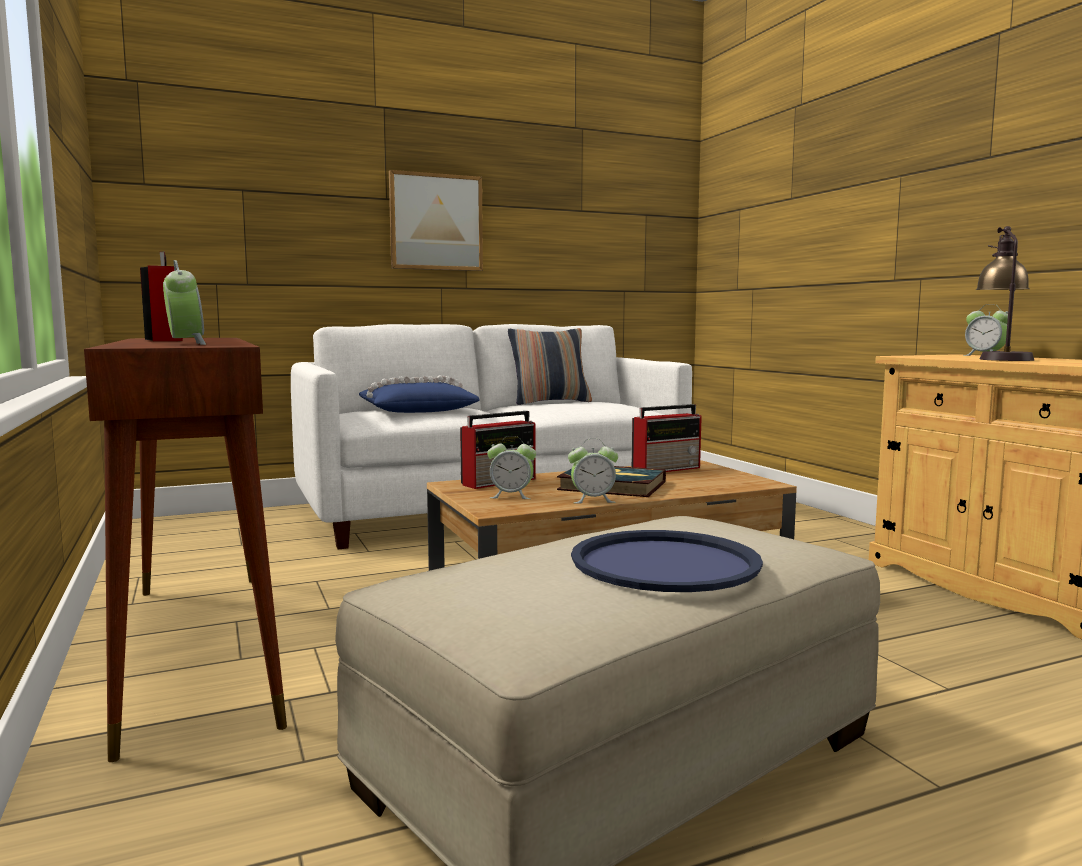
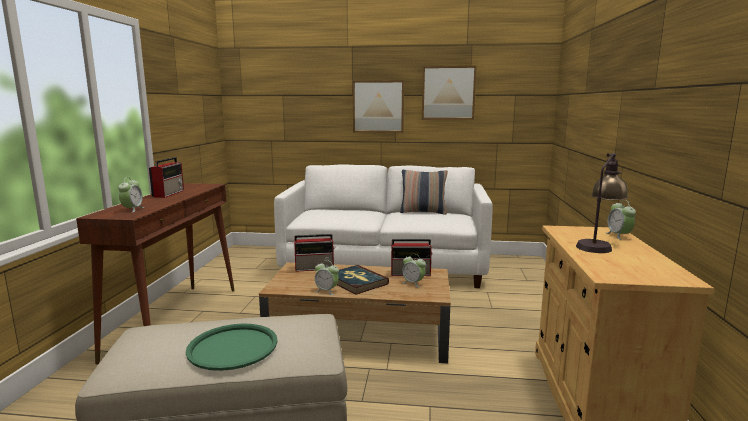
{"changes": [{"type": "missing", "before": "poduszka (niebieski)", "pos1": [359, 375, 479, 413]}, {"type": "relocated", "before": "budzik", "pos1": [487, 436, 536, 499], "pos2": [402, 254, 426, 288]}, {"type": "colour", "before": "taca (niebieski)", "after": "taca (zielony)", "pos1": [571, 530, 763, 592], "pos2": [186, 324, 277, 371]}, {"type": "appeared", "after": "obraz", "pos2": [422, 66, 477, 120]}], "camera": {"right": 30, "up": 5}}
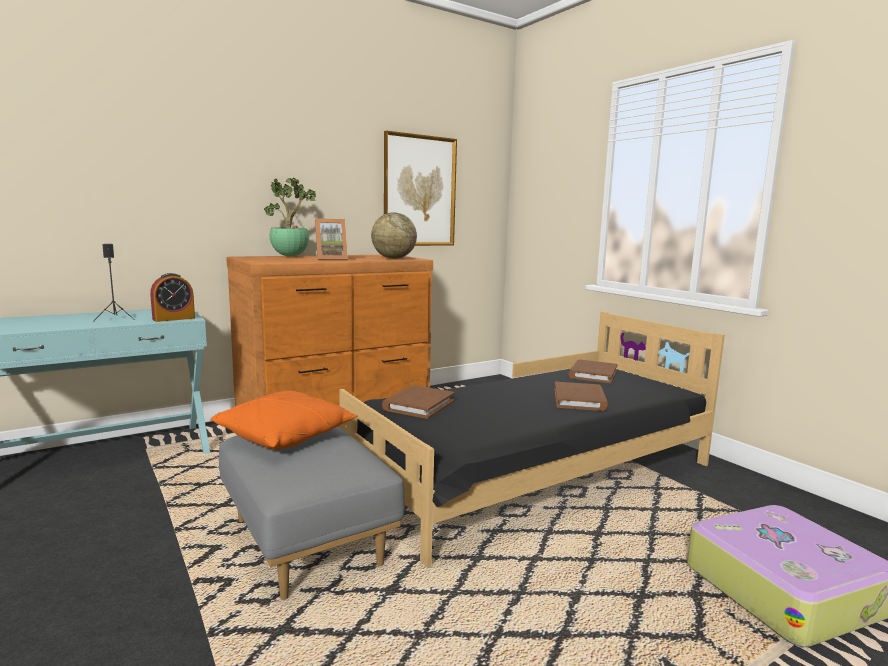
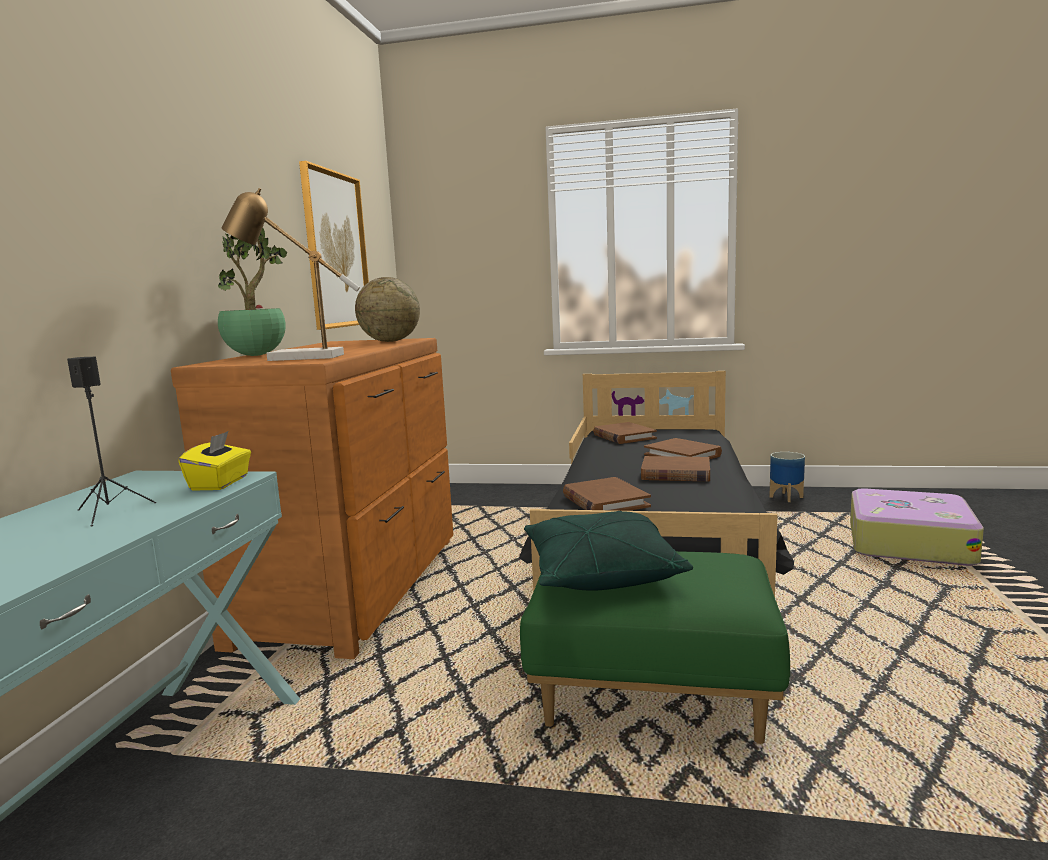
{"changes": [{"type": "missing", "before": "ramka na zdjęcie", "pos1": [315, 218, 348, 260]}, {"type": "exchanged", "before": "budzik", "after": "pudełko chusteczek (żółty)", "pos1": [150, 273, 195, 322], "pos2": [178, 431, 251, 491]}, {"type": "colour", "before": "poduszka (pomarańczowy)", "after": "poduszka (zielony)", "pos1": [211, 390, 358, 450], "pos2": [524, 511, 693, 591]}, {"type": "colour", "before": "pufa (szary)", "after": "pufa (zielony)", "pos1": [219, 426, 405, 600], "pos2": [520, 551, 790, 744]}, {"type": "appeared", "after": "lampa stołowa", "pos2": [222, 188, 360, 361]}, {"type": "appeared", "after": "donica", "pos2": [769, 452, 805, 502]}, {"type": "appeared", "after": "książka (brązowy)", "pos2": [641, 456, 710, 482]}], "camera": {"right": -45, "up": 0}}
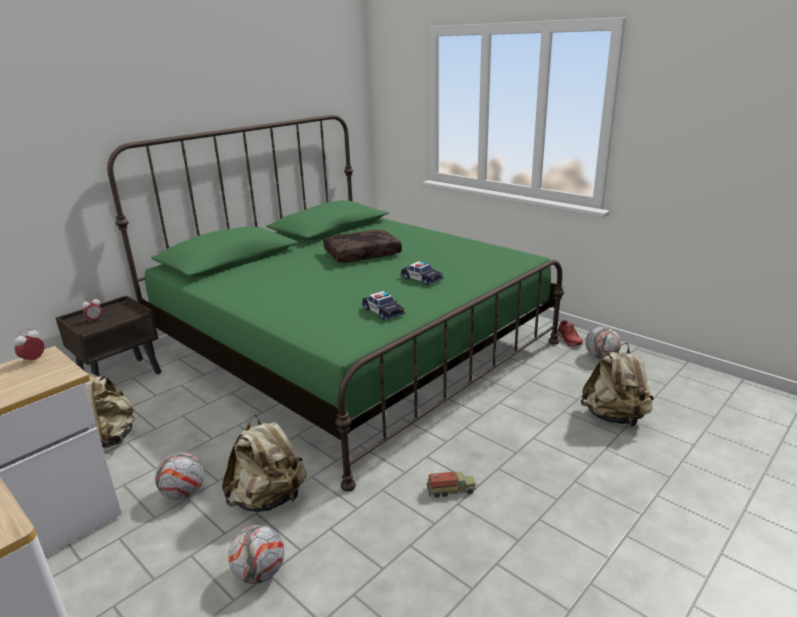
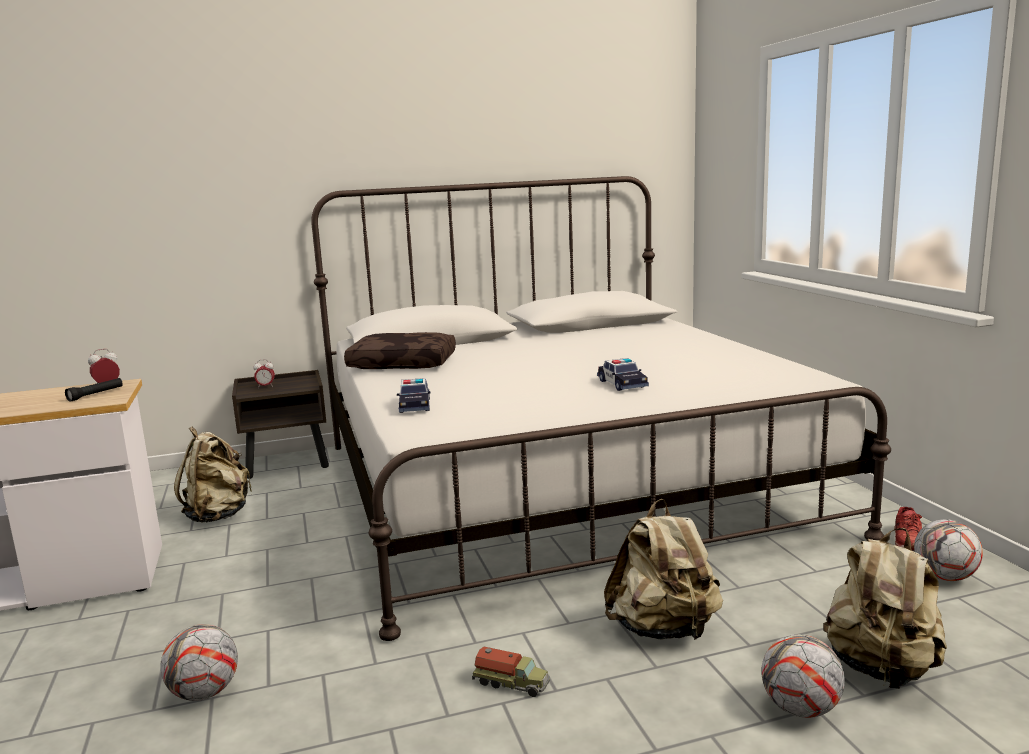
{"changes": [{"type": "colour", "before": "łóżko (zielony)", "after": "łóżko (biały)", "pos1": [107, 115, 564, 491], "pos2": [311, 176, 891, 641]}, {"type": "relocated", "before": "poduszka (brązowy)", "pos1": [323, 230, 402, 263], "pos2": [344, 332, 456, 369]}, {"type": "relocated", "before": "samochodzik", "pos1": [362, 291, 405, 320], "pos2": [397, 378, 431, 413]}, {"type": "relocated", "before": "plecak (beżowy)", "pos1": [222, 414, 307, 512], "pos2": [604, 499, 723, 640]}, {"type": "relocated", "before": "piłka futbolowa", "pos1": [155, 452, 204, 500], "pos2": [762, 634, 845, 718]}, {"type": "appeared", "after": "latarka (czarny)", "pos2": [65, 378, 123, 402]}], "camera": {"right": 30, "up": -10}}
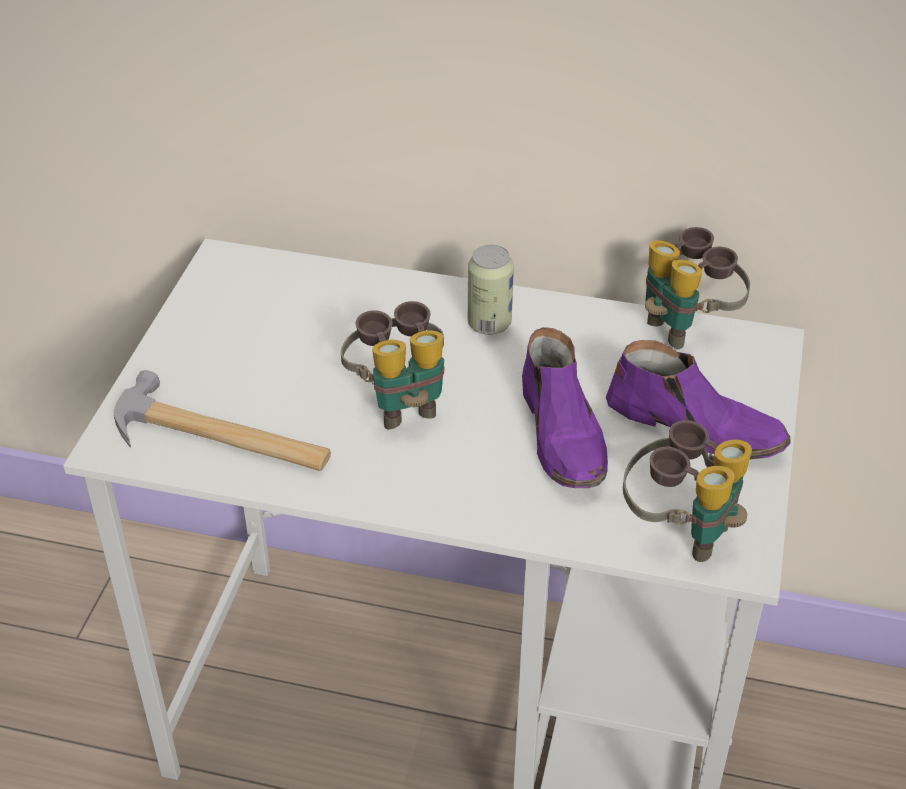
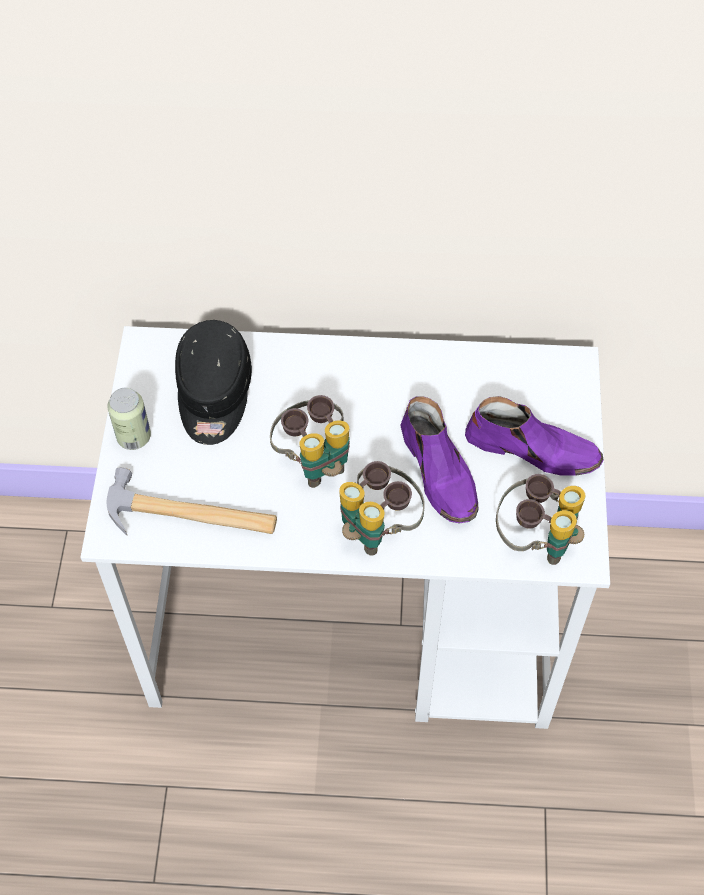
{"changes": [{"type": "relocated", "before": "lornetka", "pos1": [645, 227, 750, 349], "pos2": [339, 461, 425, 556]}, {"type": "relocated", "before": "puszka", "pos1": [468, 245, 514, 335], "pos2": [107, 387, 151, 450]}, {"type": "appeared", "after": "czapka z daszkiem (czarny)", "pos2": [175, 320, 252, 445]}], "camera": {"right": -10, "up": 15}}
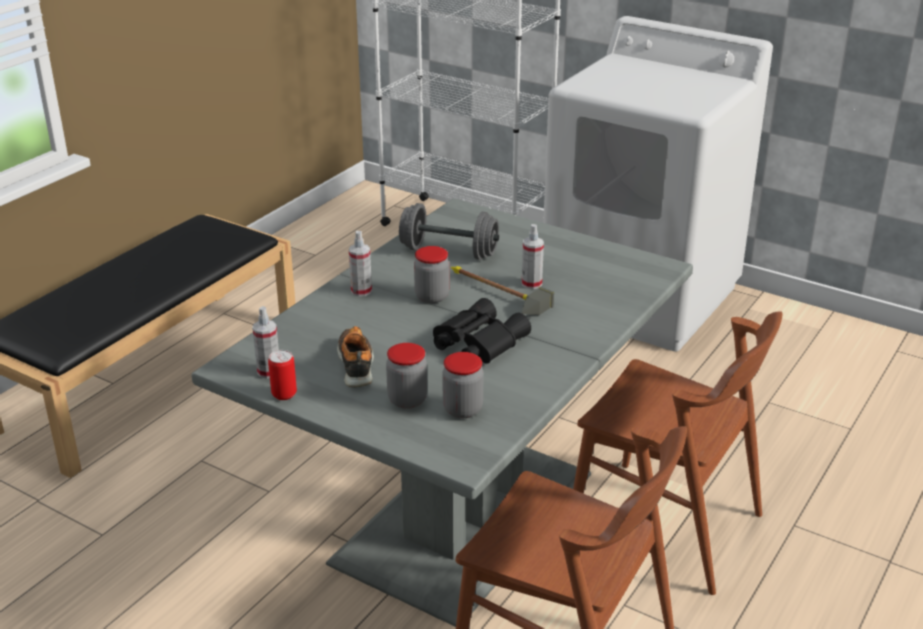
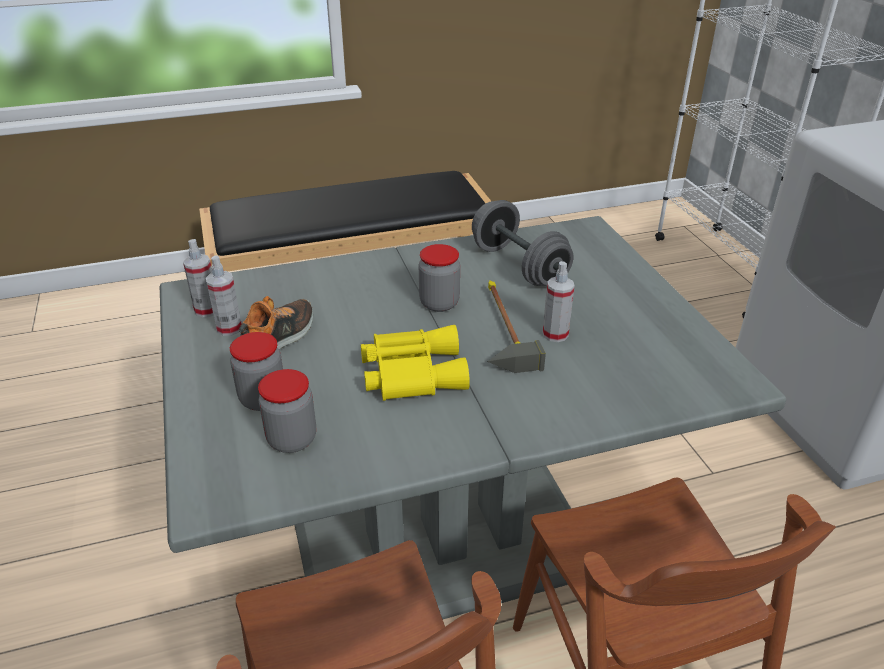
{"changes": [{"type": "relocated", "before": "spryskiwacz", "pos1": [349, 231, 372, 297], "pos2": [206, 255, 242, 336]}, {"type": "colour", "before": "lornetka (czarny)", "after": "lornetka (żółty)", "pos1": [433, 298, 531, 364], "pos2": [361, 325, 470, 401]}, {"type": "missing", "before": "puszka", "pos1": [268, 350, 297, 400]}], "camera": {"right": 40, "up": 5}}
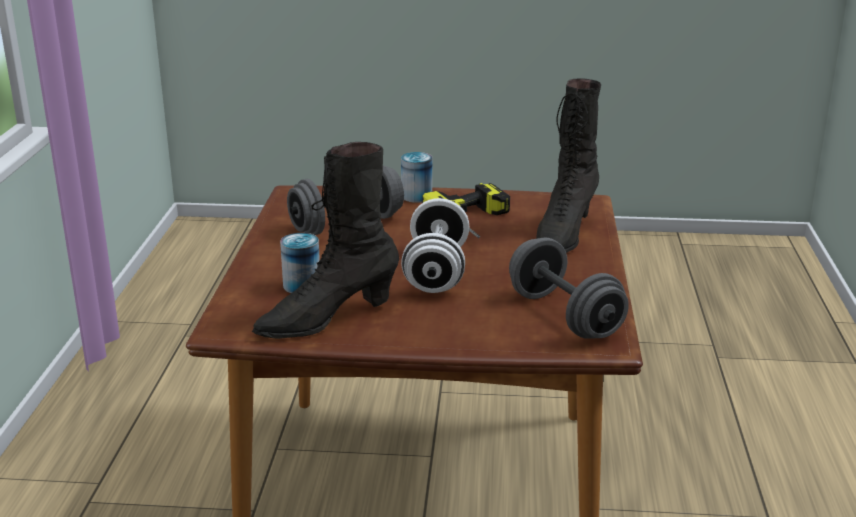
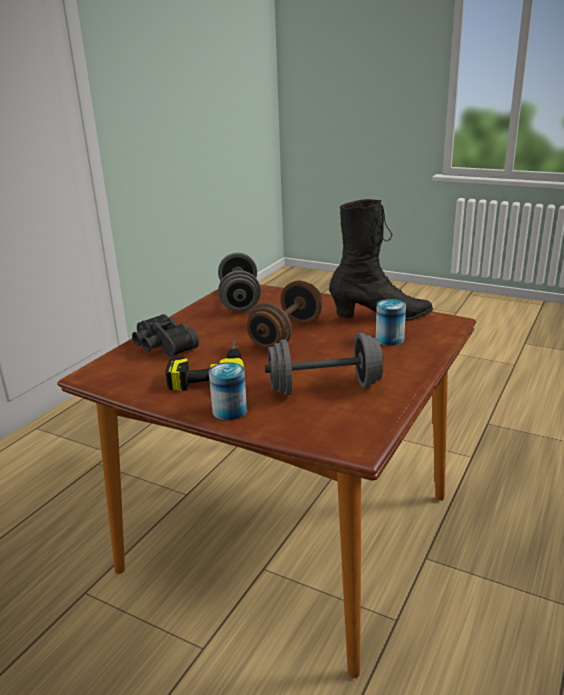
{"changes": [{"type": "exchanged", "before": "but z cholewką (czarny)", "after": "lornetka (czarny)", "pos1": [536, 79, 601, 253], "pos2": [132, 314, 199, 357]}, {"type": "colour", "before": "hantel (biały)", "after": "hantel (brązowy)", "pos1": [401, 198, 469, 293], "pos2": [247, 280, 322, 348]}], "camera": {"right": -155, "up": 0}}
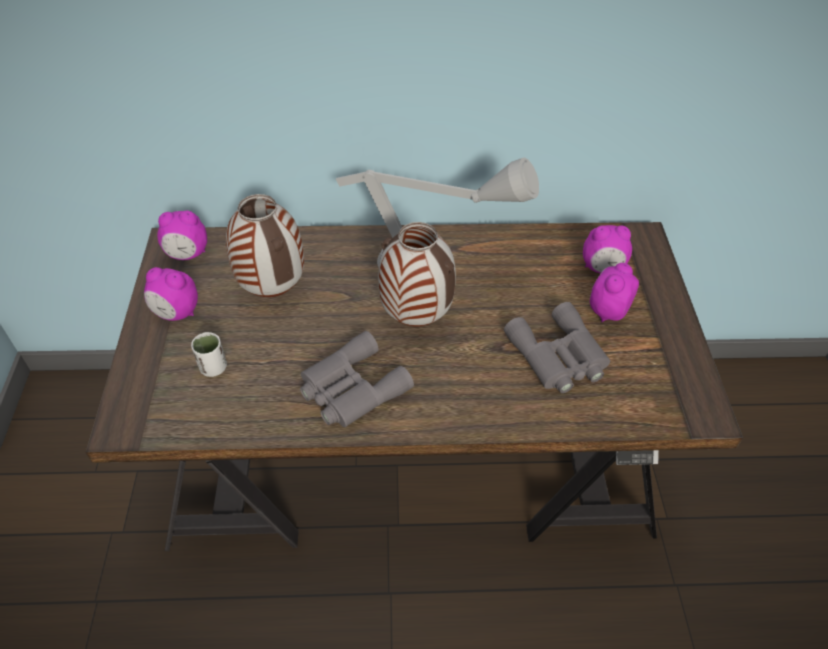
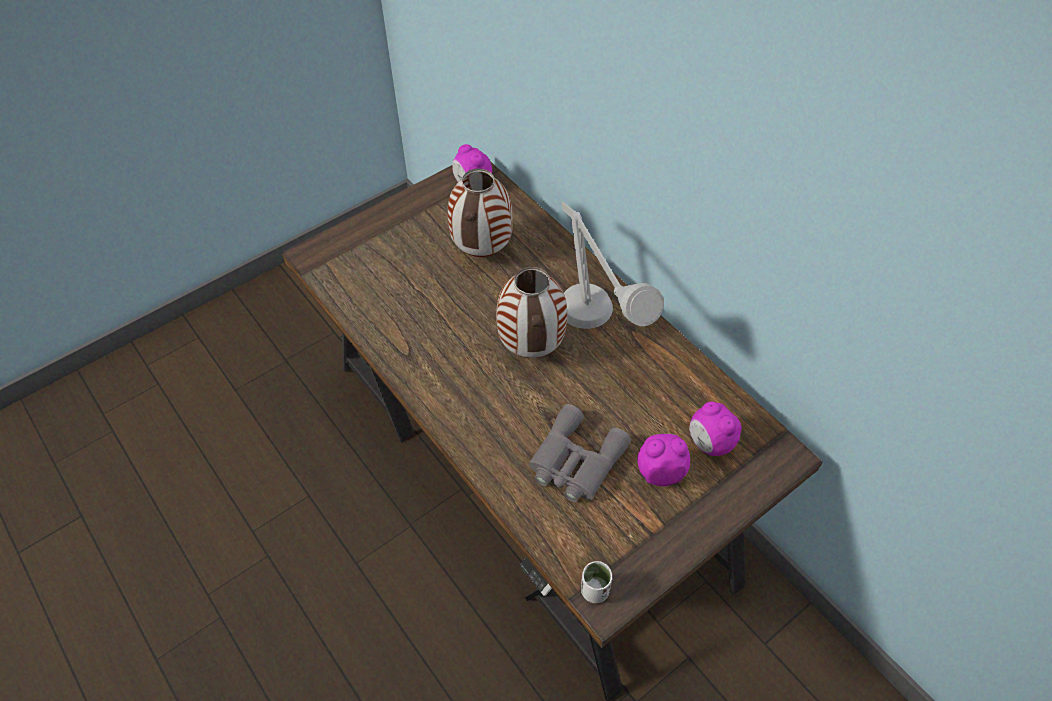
{"changes": [{"type": "missing", "before": "budzik", "pos1": [144, 267, 198, 321]}, {"type": "missing", "before": "lornetka (szary)", "pos1": [300, 331, 414, 427]}, {"type": "relocated", "before": "filiżanka (biały)", "pos1": [191, 332, 227, 377], "pos2": [581, 561, 612, 603]}], "camera": {"right": 55, "up": 5}}
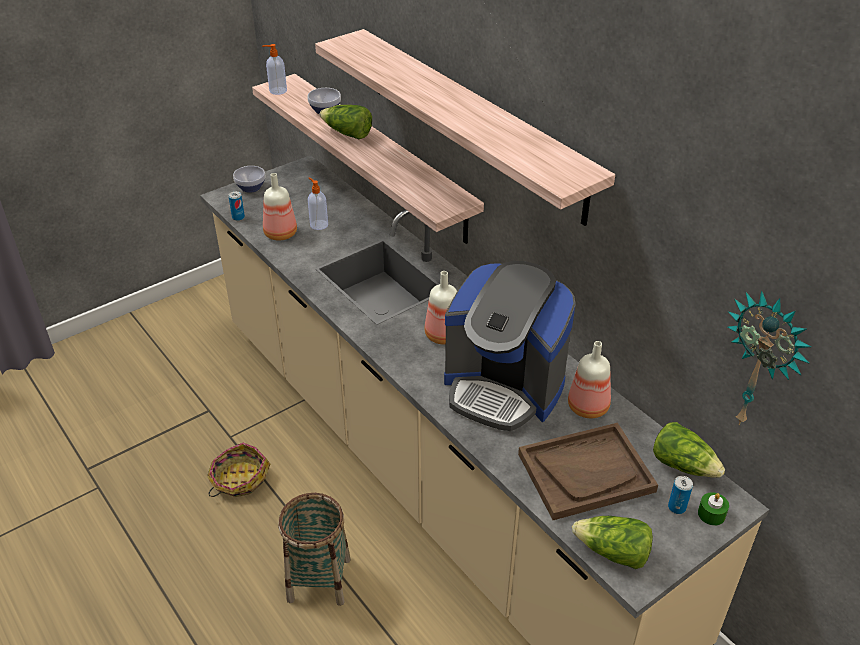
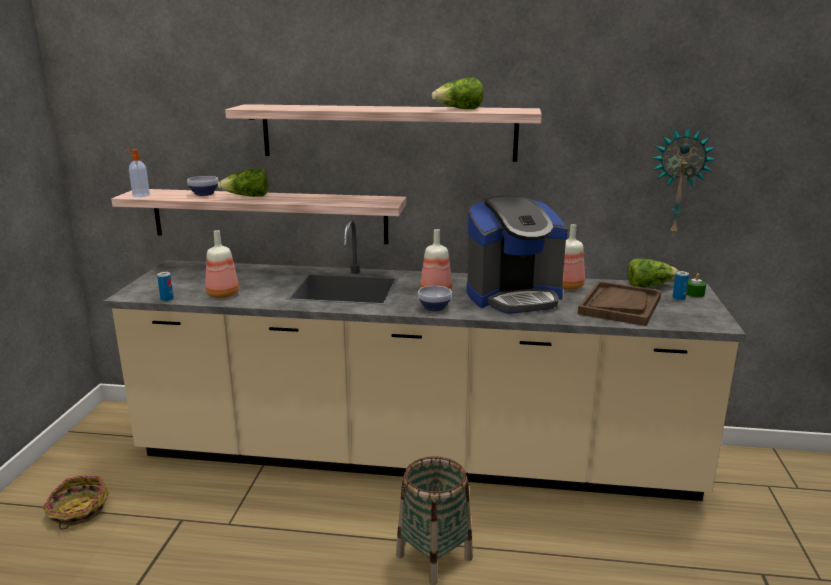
{"changes": [{"type": "relocated", "before": "miska", "pos1": [233, 166, 265, 193], "pos2": [418, 286, 452, 311]}, {"type": "missing", "before": "dozownik mydła", "pos1": [308, 177, 328, 230]}, {"type": "relocated", "before": "koszyk", "pos1": [207, 443, 270, 497], "pos2": [43, 475, 109, 529]}, {"type": "relocated", "before": "sałata", "pos1": [572, 516, 653, 569], "pos2": [431, 78, 484, 109]}], "camera": {"right": -45, "up": -20}}
